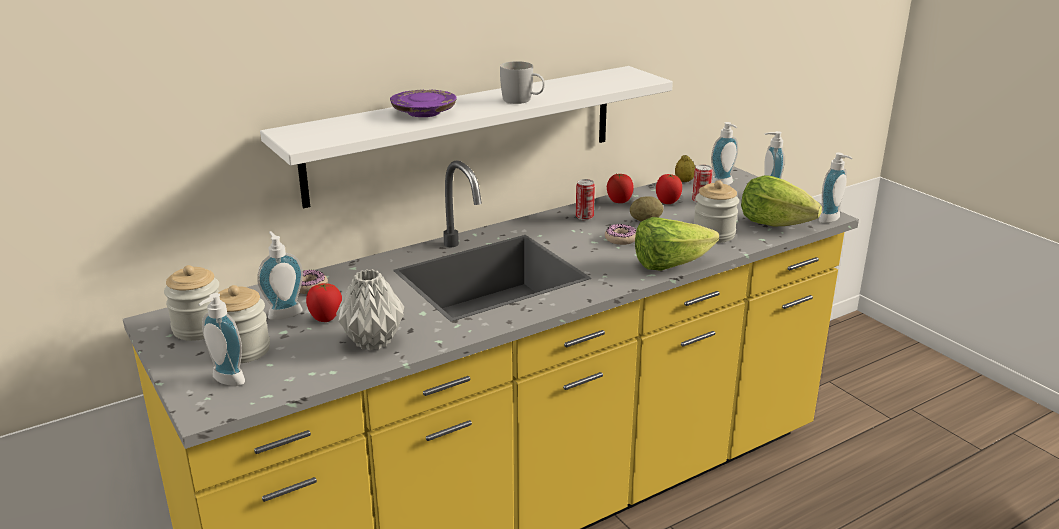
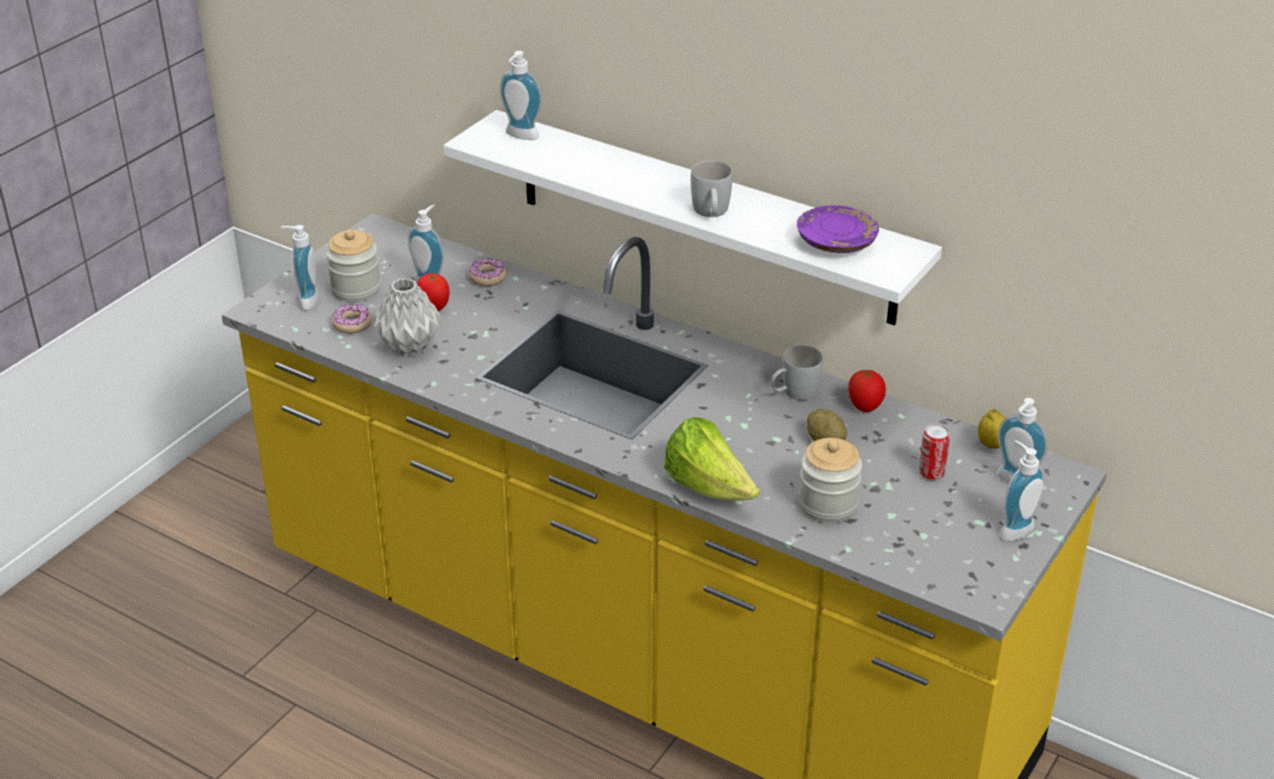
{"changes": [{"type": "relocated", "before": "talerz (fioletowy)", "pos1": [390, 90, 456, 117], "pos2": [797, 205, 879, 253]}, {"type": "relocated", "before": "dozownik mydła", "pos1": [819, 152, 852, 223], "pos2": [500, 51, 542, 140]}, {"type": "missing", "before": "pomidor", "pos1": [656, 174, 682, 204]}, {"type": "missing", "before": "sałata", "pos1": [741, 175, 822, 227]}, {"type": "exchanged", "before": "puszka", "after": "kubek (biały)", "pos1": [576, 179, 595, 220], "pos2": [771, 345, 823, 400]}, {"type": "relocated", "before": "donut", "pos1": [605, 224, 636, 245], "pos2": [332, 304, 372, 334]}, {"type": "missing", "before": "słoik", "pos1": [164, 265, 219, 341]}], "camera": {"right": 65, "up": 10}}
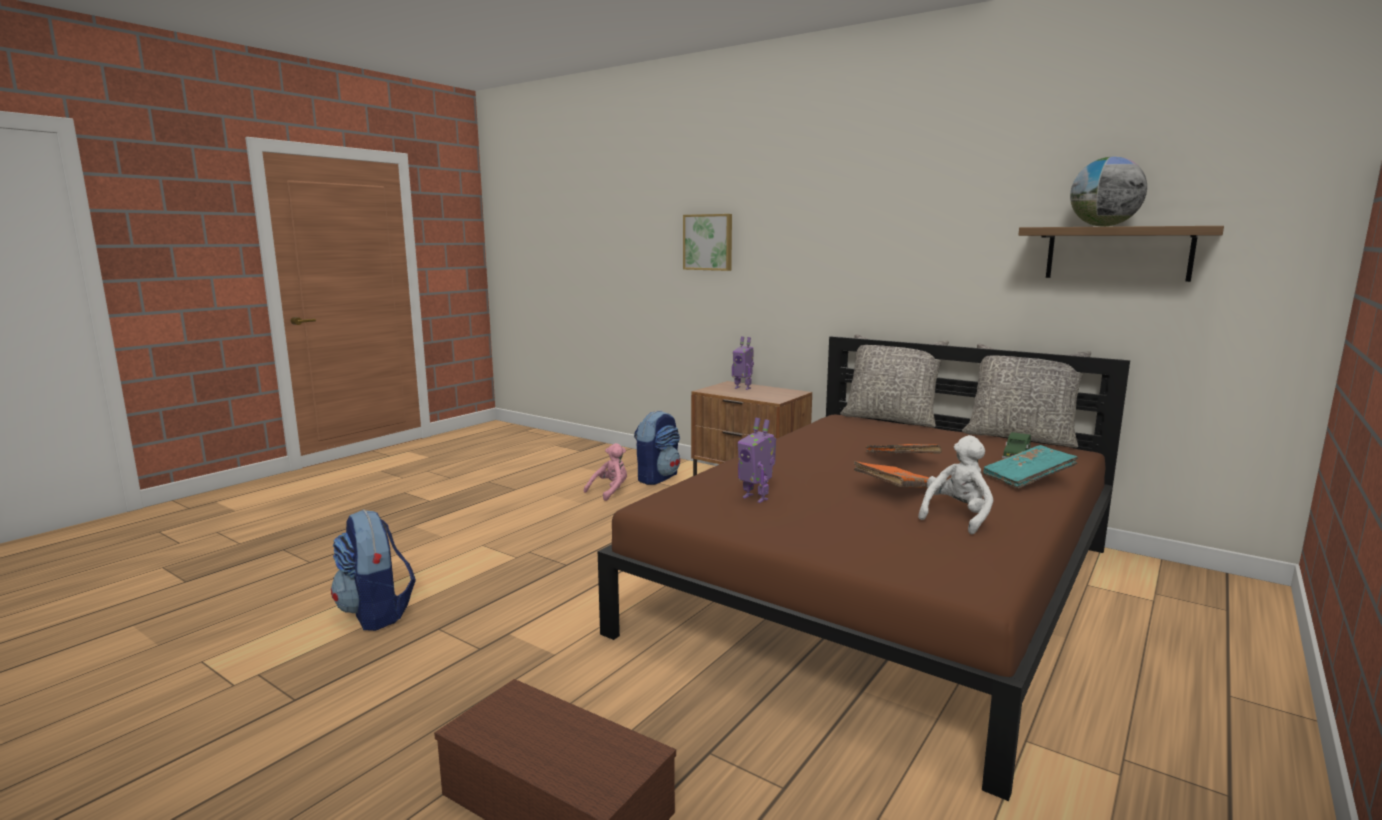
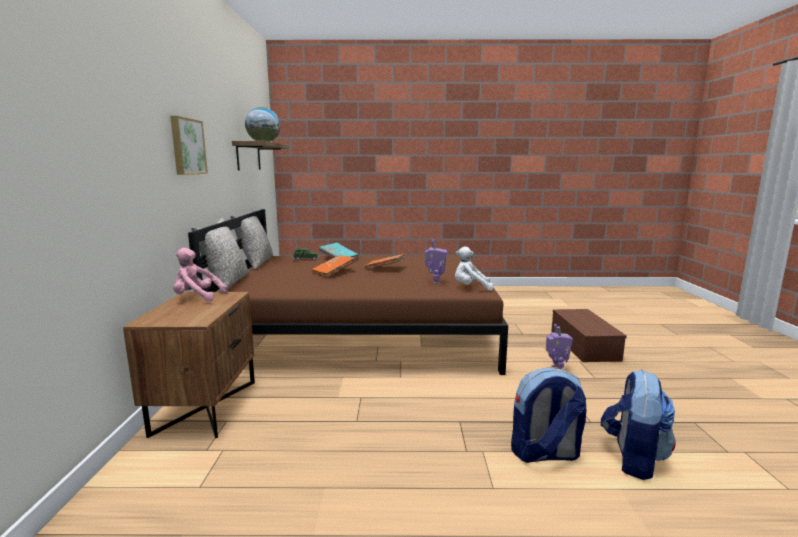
{"changes": [{"type": "relocated", "before": "obraz", "pos1": [683, 214, 732, 271], "pos2": [170, 116, 208, 175]}, {"type": "relocated", "before": "robot zabawkowy", "pos1": [732, 337, 754, 390], "pos2": [546, 324, 573, 369]}, {"type": "relocated", "before": "plecak", "pos1": [634, 410, 680, 485], "pos2": [511, 367, 587, 463]}, {"type": "relocated", "before": "pluszak (biały)", "pos1": [918, 435, 994, 534], "pos2": [455, 246, 493, 291]}, {"type": "relocated", "before": "pluszak (różowy)", "pos1": [584, 443, 627, 501], "pos2": [173, 248, 228, 301]}], "camera": {"right": -125, "up": 0}}
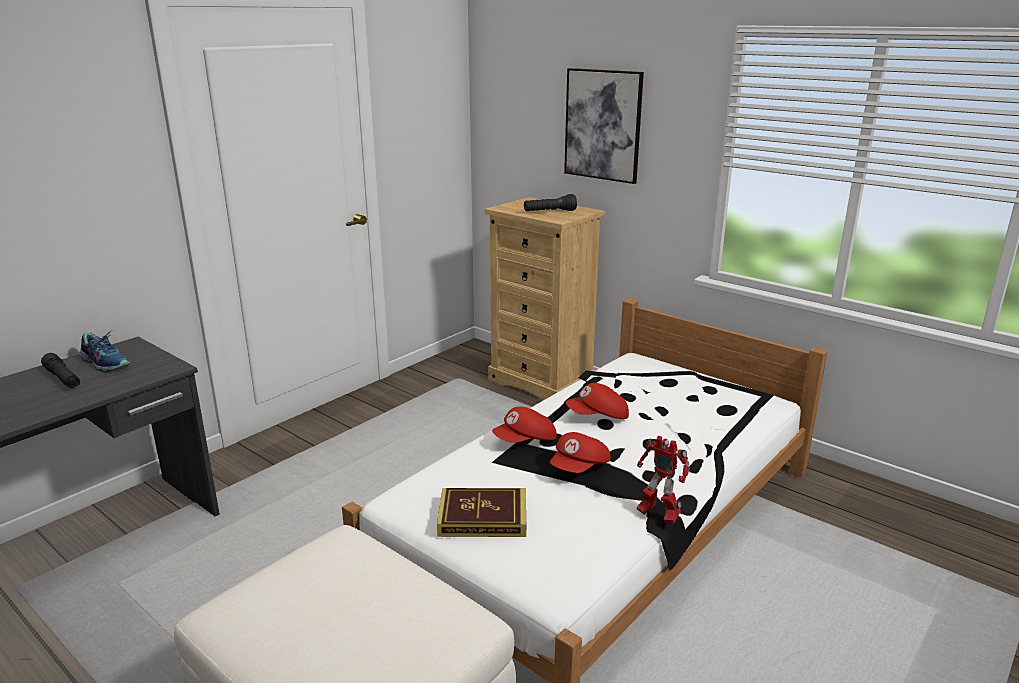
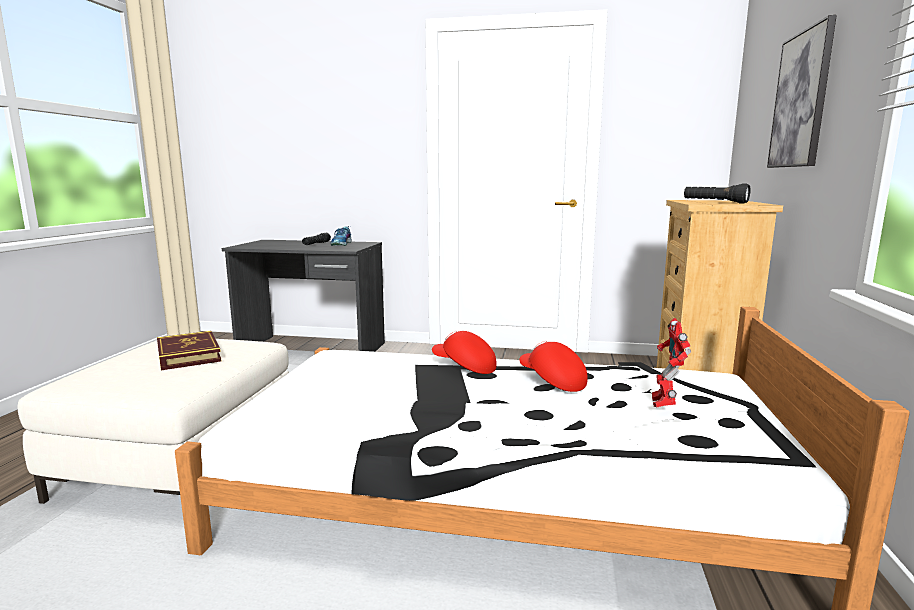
{"changes": [{"type": "missing", "before": "czapka z daszkiem (czerwony)", "pos1": [550, 432, 610, 473]}, {"type": "relocated", "before": "robot zabawkowy", "pos1": [637, 436, 690, 523], "pos2": [652, 318, 691, 407]}, {"type": "relocated", "before": "książka", "pos1": [437, 488, 526, 537], "pos2": [157, 331, 221, 370]}], "camera": {"right": 60, "up": -10}}
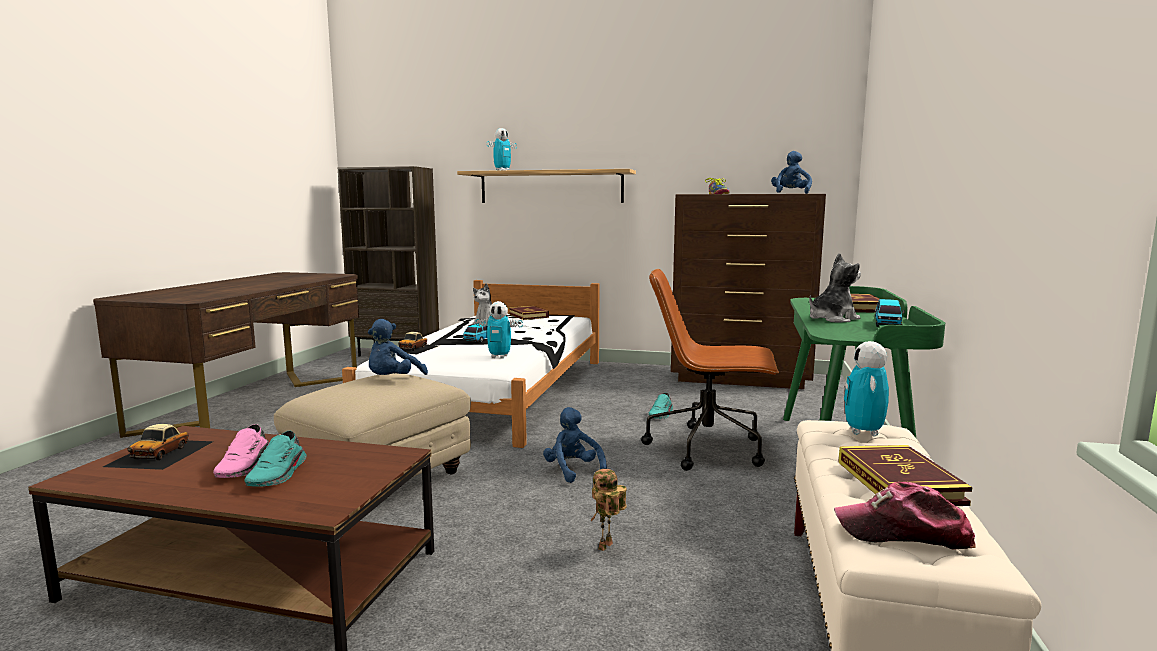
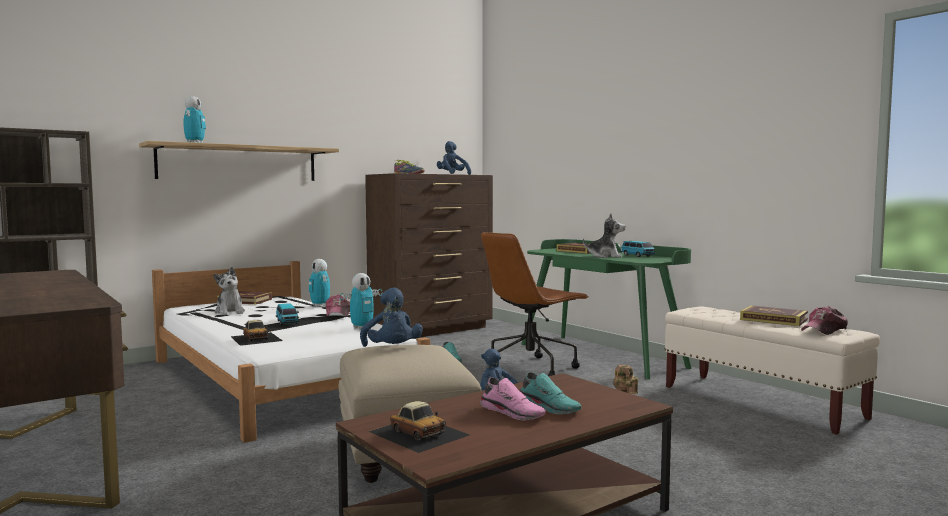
{"changes": [{"type": "spun", "before": "pluszak", "pos1": [809, 253, 861, 323], "pos2": [583, 213, 626, 258], "turn": 90}, {"type": "relocated", "before": "robot zabawkowy", "pos1": [844, 341, 889, 436], "pos2": [308, 259, 330, 307]}, {"type": "appeared", "after": "czapka z daszkiem", "pos2": [326, 295, 350, 317]}], "camera": {"right": -50, "up": -5}}
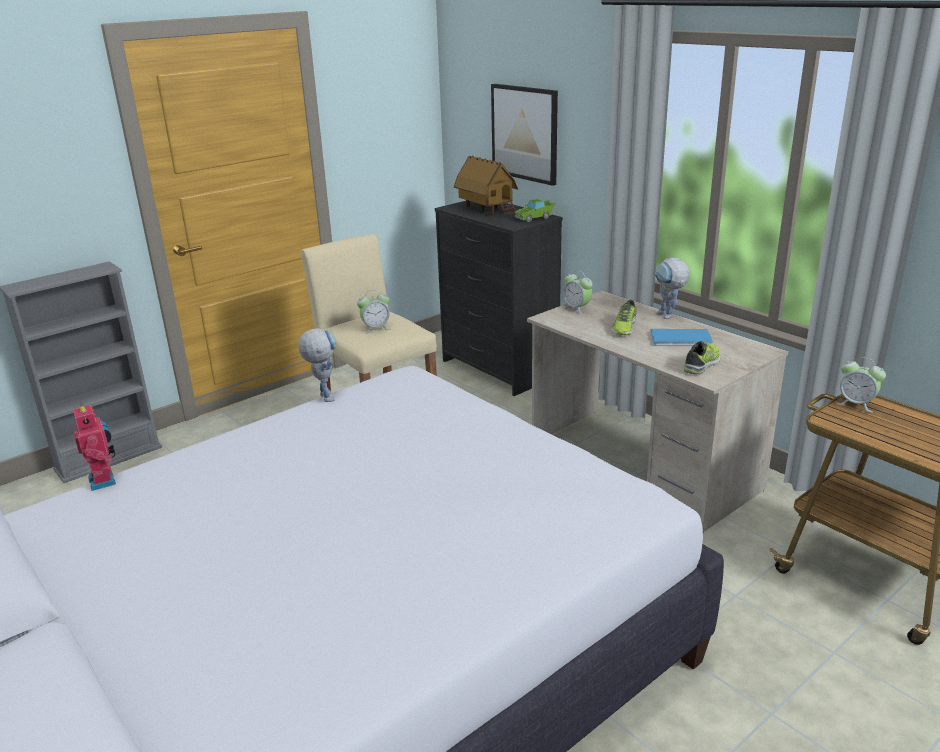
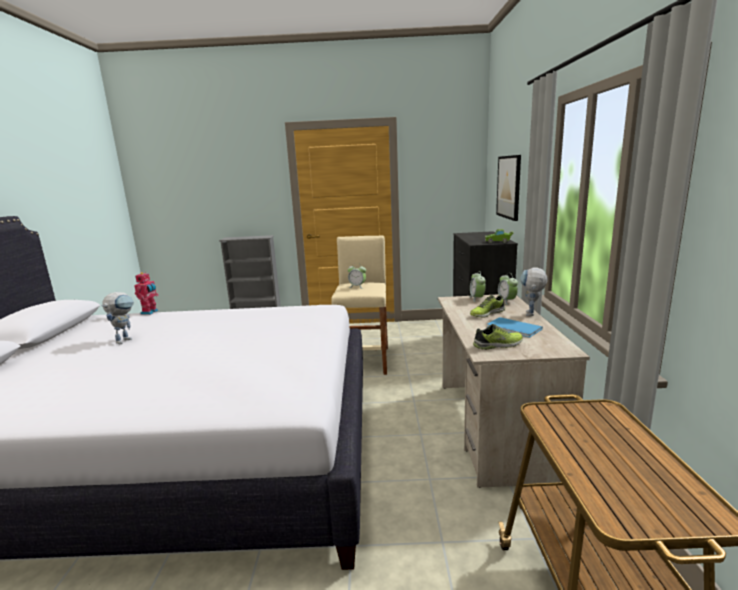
{"changes": [{"type": "missing", "before": "domek", "pos1": [454, 156, 518, 216]}, {"type": "relocated", "before": "robot zabawkowy", "pos1": [298, 328, 336, 402], "pos2": [102, 292, 134, 344]}, {"type": "relocated", "before": "budzik", "pos1": [836, 357, 886, 413], "pos2": [498, 273, 518, 305]}], "camera": {"right": 40, "up": -10}}
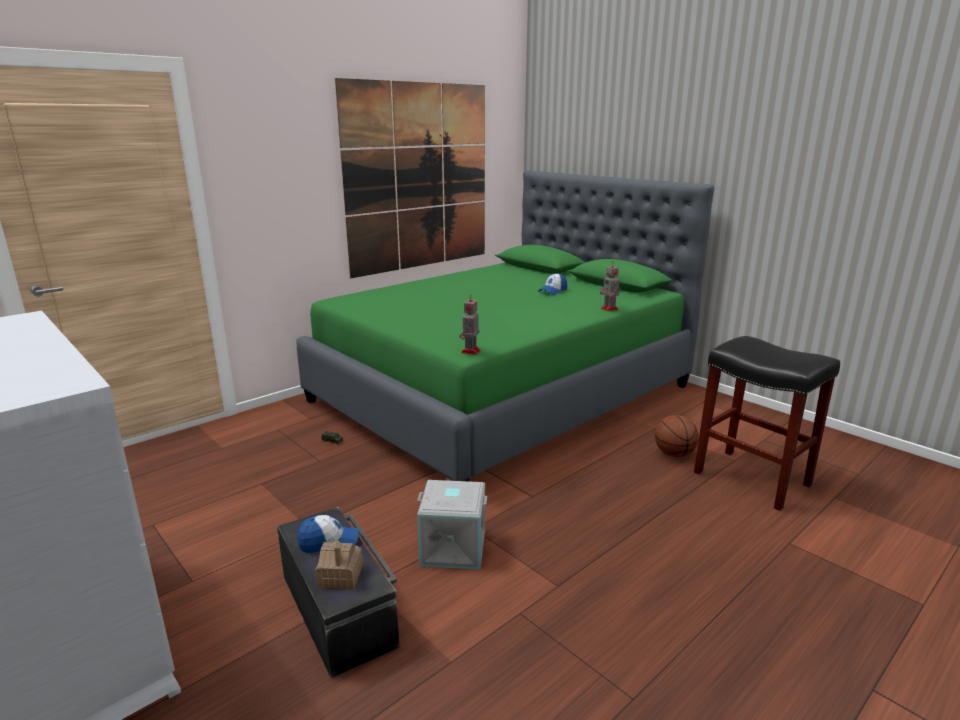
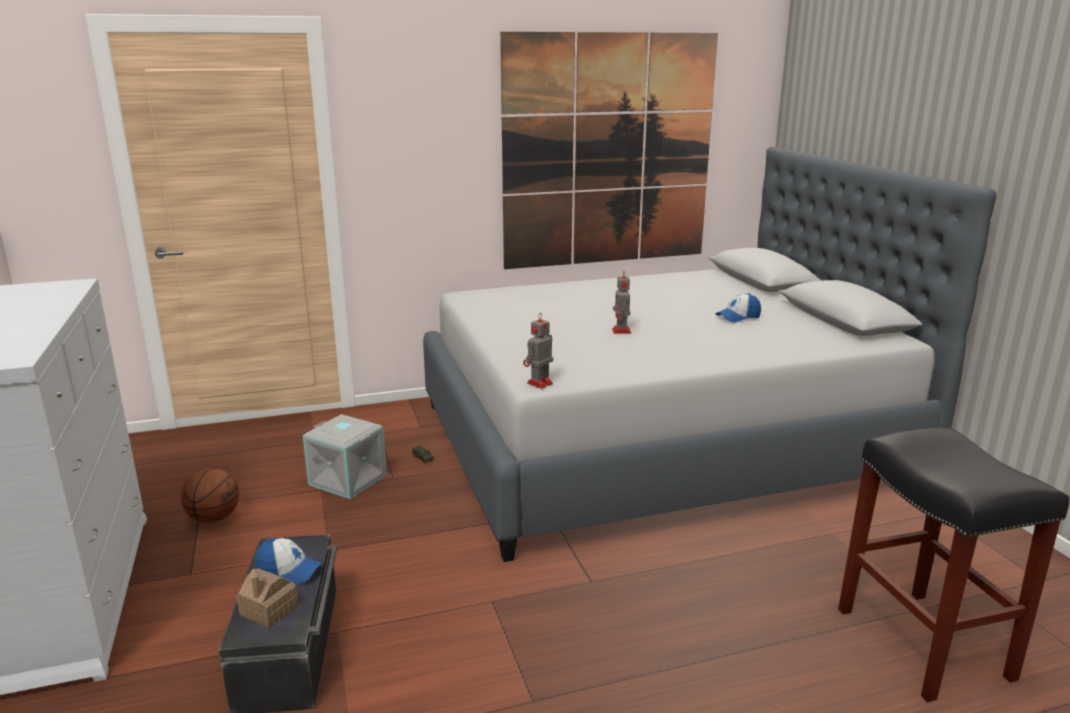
{"changes": [{"type": "colour", "before": "łóżko (zielony)", "after": "łóżko (szary)", "pos1": [296, 170, 714, 481], "pos2": [423, 147, 996, 562]}, {"type": "relocated", "before": "robot zabawkowy", "pos1": [600, 261, 621, 311], "pos2": [612, 272, 631, 334]}, {"type": "relocated", "before": "piłka do koszykówki", "pos1": [655, 415, 699, 457], "pos2": [181, 468, 239, 523]}, {"type": "relocated", "before": "pojemnik do przechowywania (szary)", "pos1": [417, 480, 487, 570], "pos2": [303, 414, 387, 499]}], "camera": {"right": 25, "up": 0}}
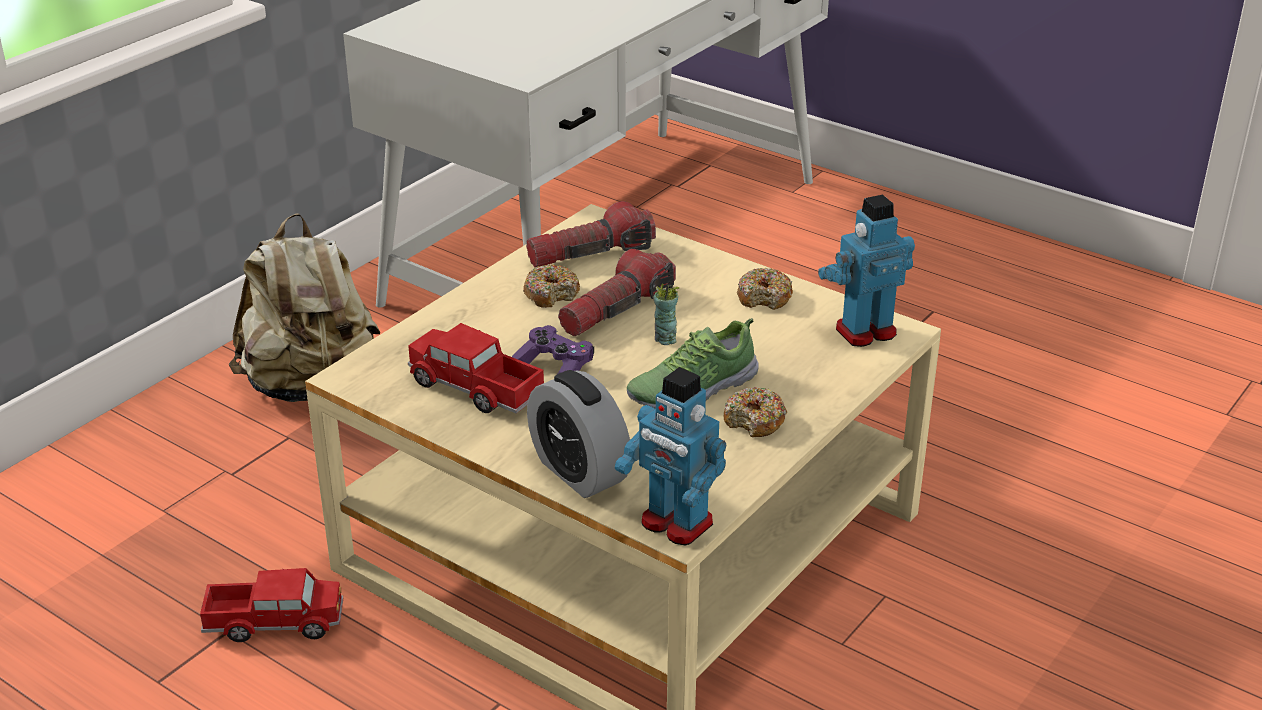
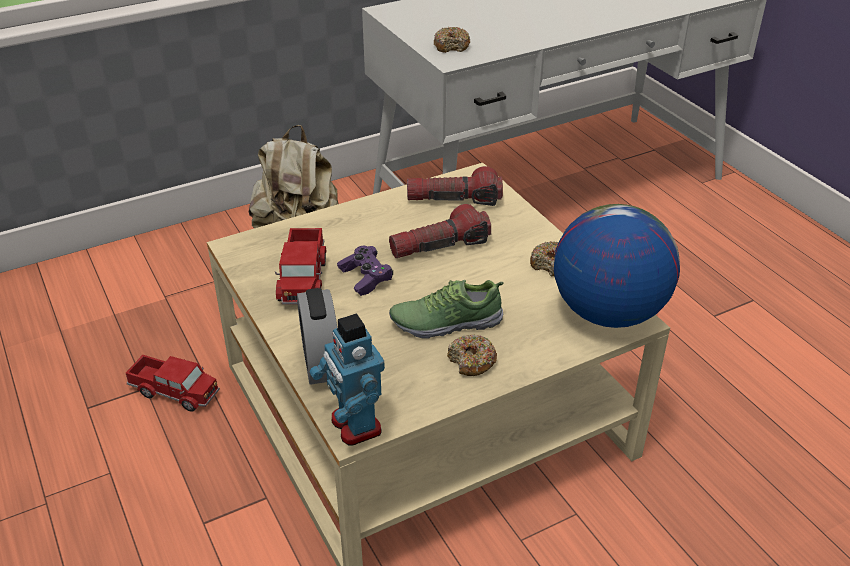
{"changes": [{"type": "exchanged", "before": "robot zabawkowy", "after": "globus", "pos1": [818, 194, 915, 347], "pos2": [554, 204, 680, 328]}, {"type": "relocated", "before": "donut", "pos1": [523, 264, 580, 308], "pos2": [434, 27, 470, 53]}, {"type": "missing", "before": "filiżanka", "pos1": [653, 283, 680, 345]}, {"type": "spun", "before": "ciężarówka zabawkowa", "pos1": [408, 323, 544, 414], "pos2": [275, 228, 326, 305], "turn": -150}], "camera": {"right": 25, "up": 5}}
